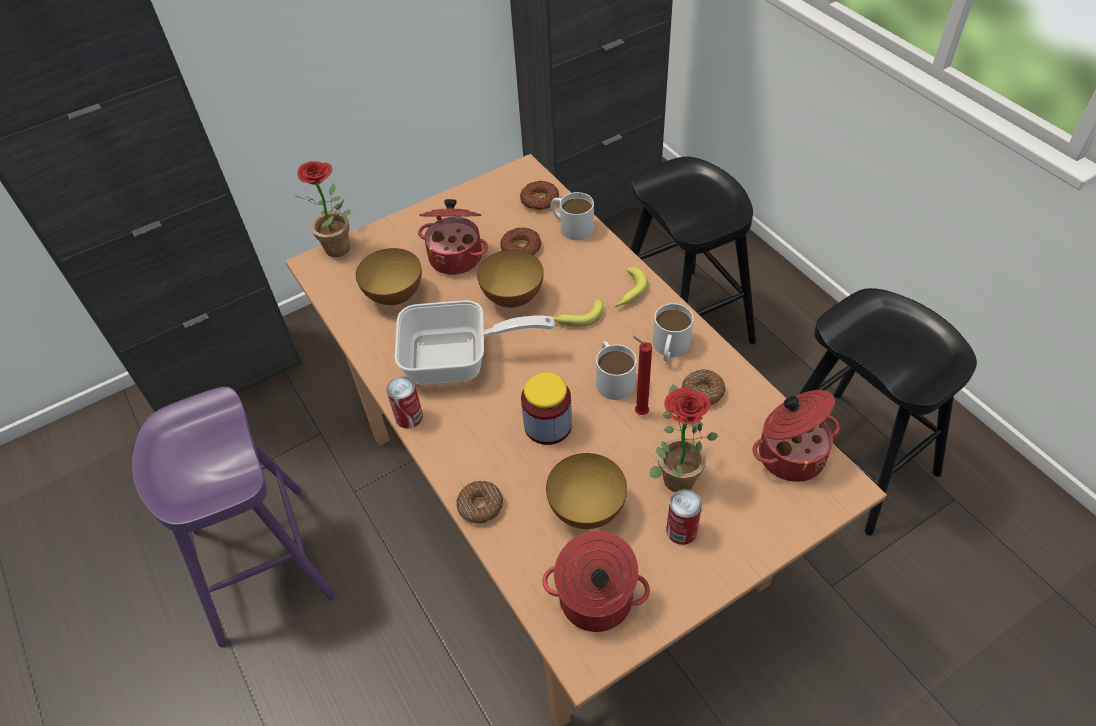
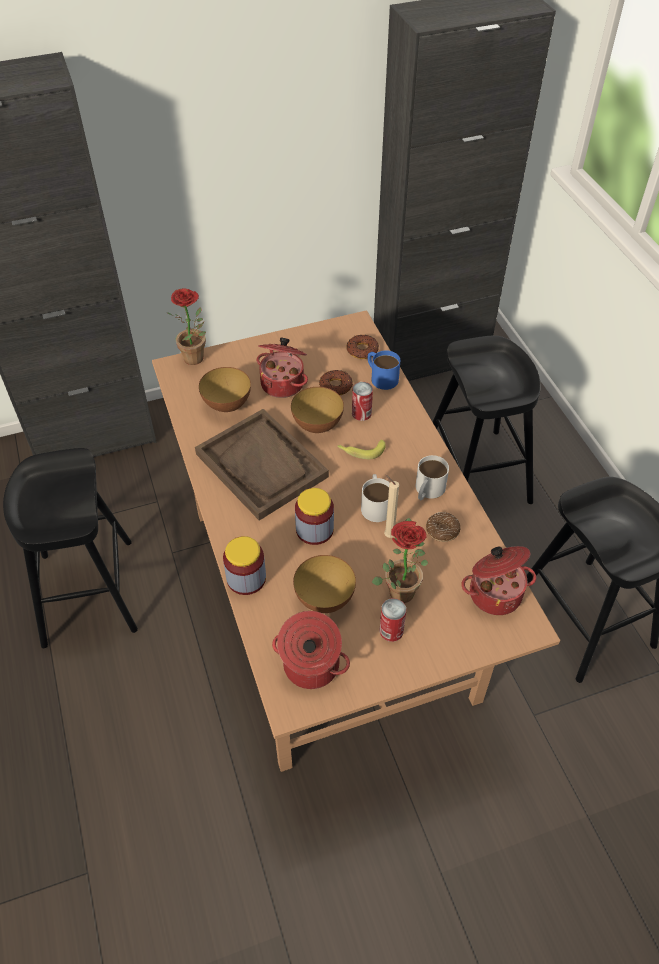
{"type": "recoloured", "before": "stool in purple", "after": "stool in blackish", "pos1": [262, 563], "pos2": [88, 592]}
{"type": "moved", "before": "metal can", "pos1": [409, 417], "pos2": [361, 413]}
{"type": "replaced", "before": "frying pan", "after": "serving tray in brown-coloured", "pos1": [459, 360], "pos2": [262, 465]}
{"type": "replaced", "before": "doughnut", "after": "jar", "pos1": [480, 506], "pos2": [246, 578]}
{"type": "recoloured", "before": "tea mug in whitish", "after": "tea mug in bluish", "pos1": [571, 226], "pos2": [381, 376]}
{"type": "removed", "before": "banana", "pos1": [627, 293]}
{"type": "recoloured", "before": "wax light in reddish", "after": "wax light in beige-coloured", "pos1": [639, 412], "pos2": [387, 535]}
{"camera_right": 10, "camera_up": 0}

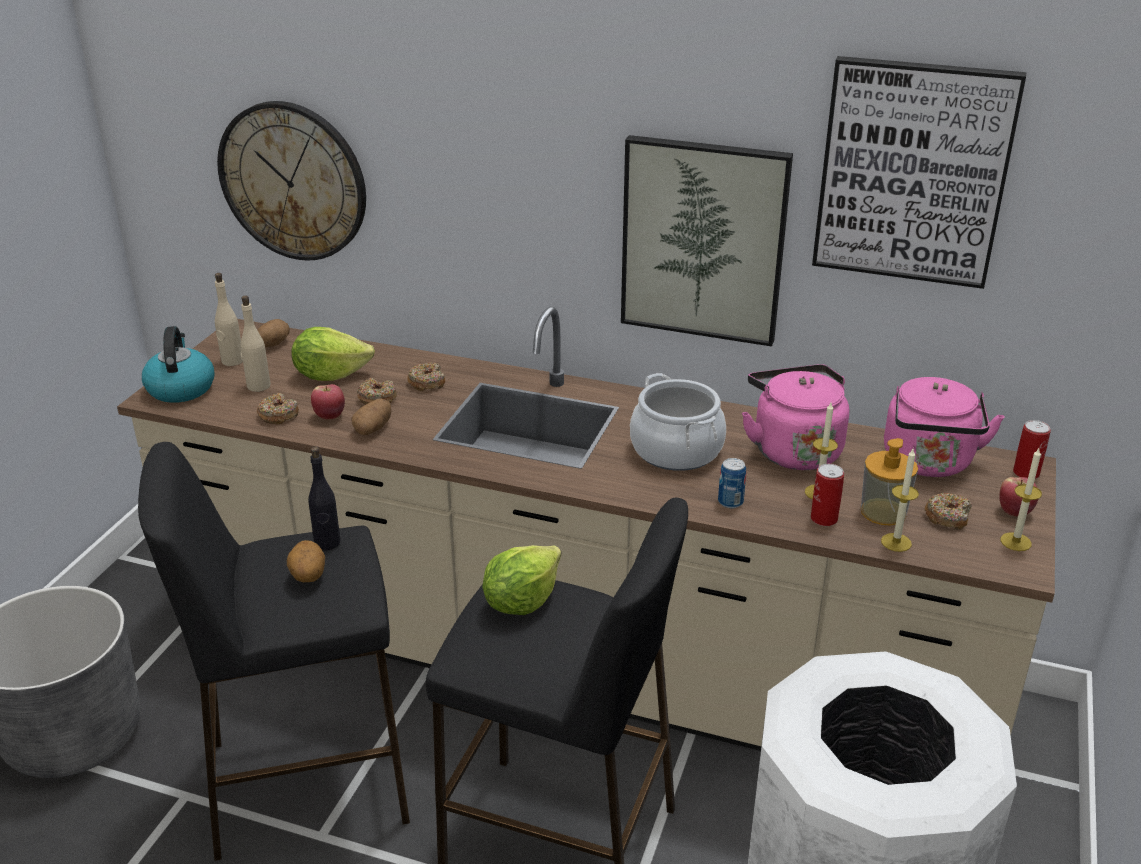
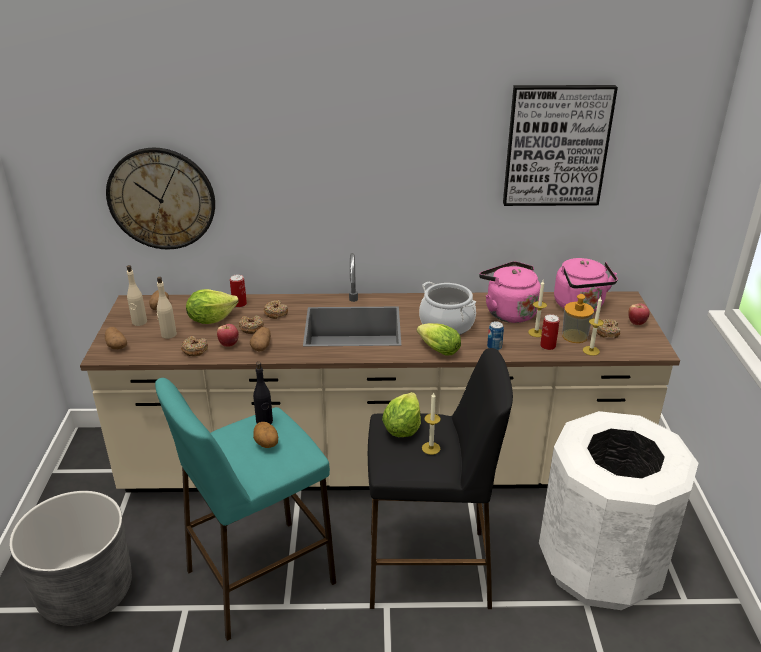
{"type": "recoloured", "before": "stool in blackish", "after": "stool in blue-green", "pos1": [306, 781], "pos2": [259, 577]}
{"type": "replaced", "before": "kettle", "after": "whole potato", "pos1": [180, 388], "pos2": [116, 345]}
{"type": "removed", "before": "picture", "pos1": [703, 240]}
{"type": "moved", "before": "wax light", "pos1": [1015, 542], "pos2": [431, 448]}
{"type": "moved", "before": "metal can", "pos1": [1026, 473], "pos2": [239, 304]}
{"type": "added", "after": "lettuce head", "pos2": [436, 349]}
{"camera_right": -20, "camera_up": 0}

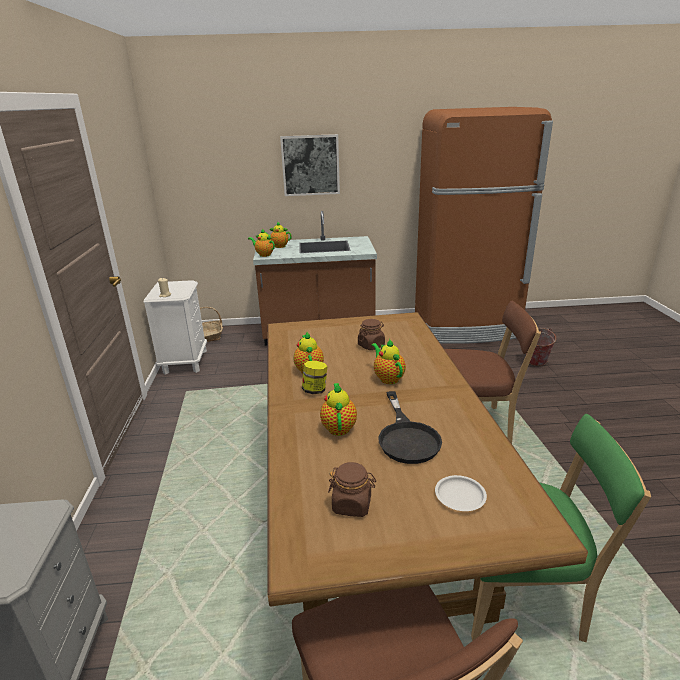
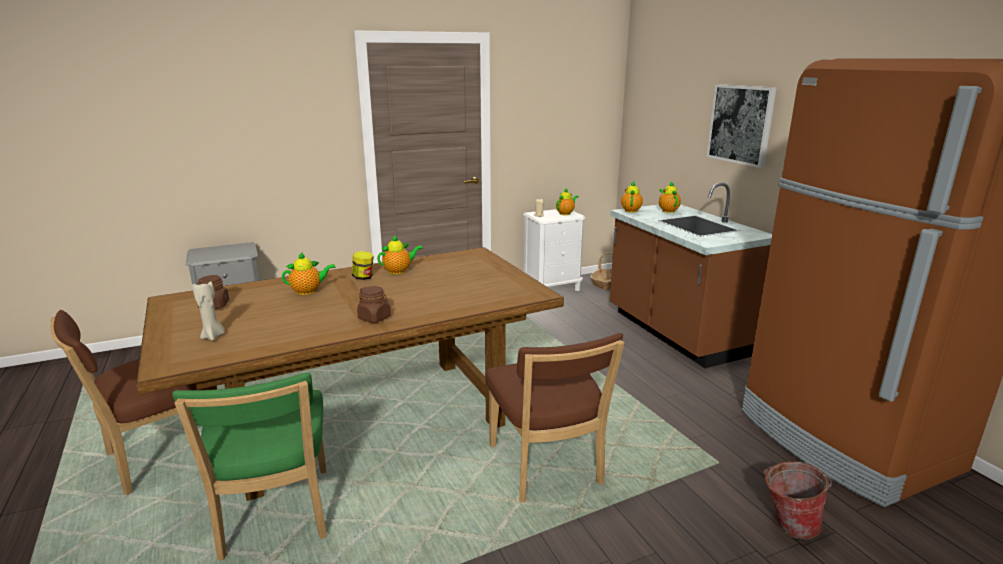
{"type": "moved", "before": "jar in brown-coloured", "pos1": [371, 345], "pos2": [374, 318]}
{"type": "moved", "before": "pot for tea", "pos1": [388, 378], "pos2": [566, 213]}
{"type": "removed", "before": "frying pan in blackish", "pos1": [406, 437]}
{"type": "replaced", "before": "dinner plate in whitish", "after": "wax light in beige-coloured", "pos1": [460, 496], "pos2": [213, 336]}
{"camera_right": 70, "camera_up": -5}

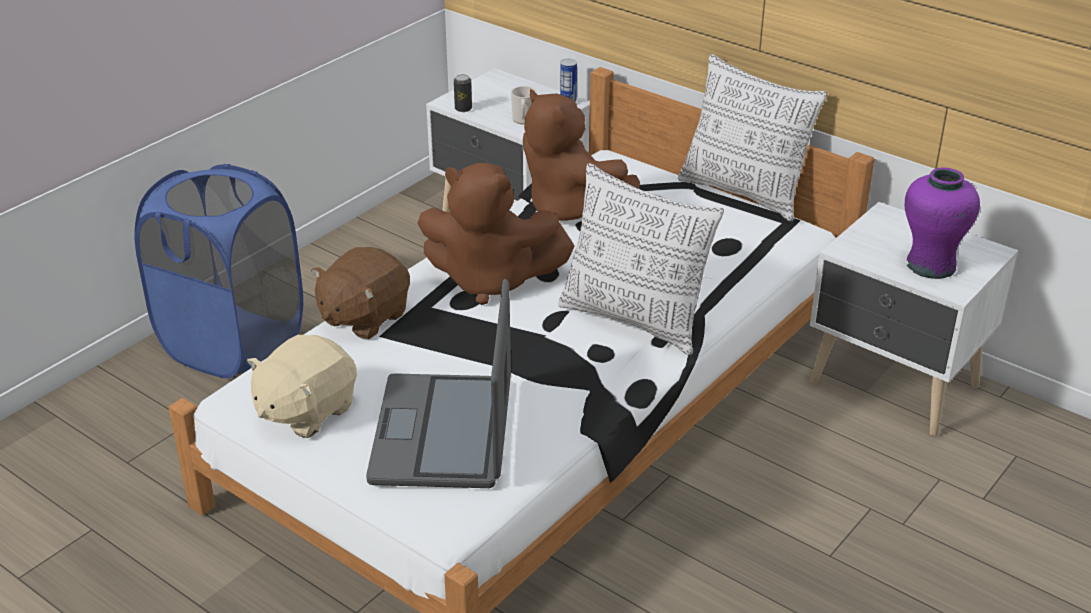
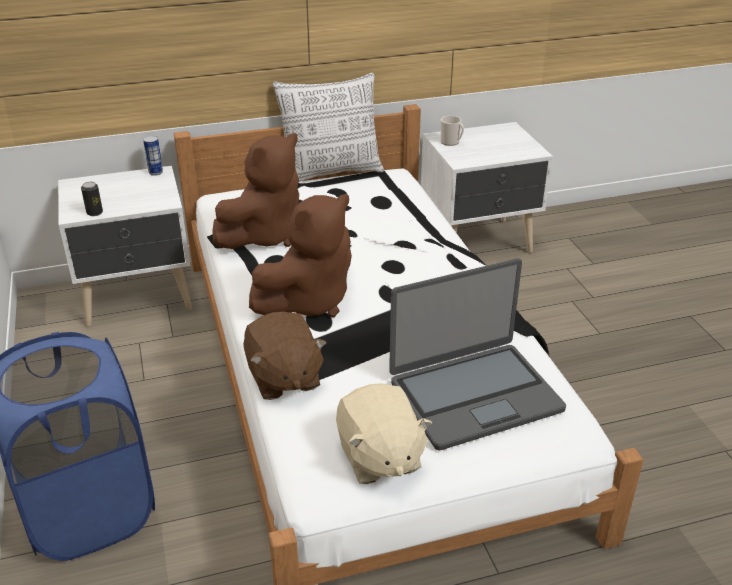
{"type": "turned", "before": "portable computer", "pos1": [444, 433], "pos2": [474, 395], "turn": -60}
{"type": "moved", "before": "tea mug", "pos1": [523, 120], "pos2": [451, 142]}
{"type": "turned", "before": "cuddly toy in brown-coloured", "pos1": [570, 210], "pos2": [264, 235], "turn": -45}
{"type": "removed", "before": "cushion", "pos1": [634, 320]}
{"type": "removed", "before": "decorative vase in purple", "pos1": [930, 266]}
{"camera_right": -55, "camera_up": 0}

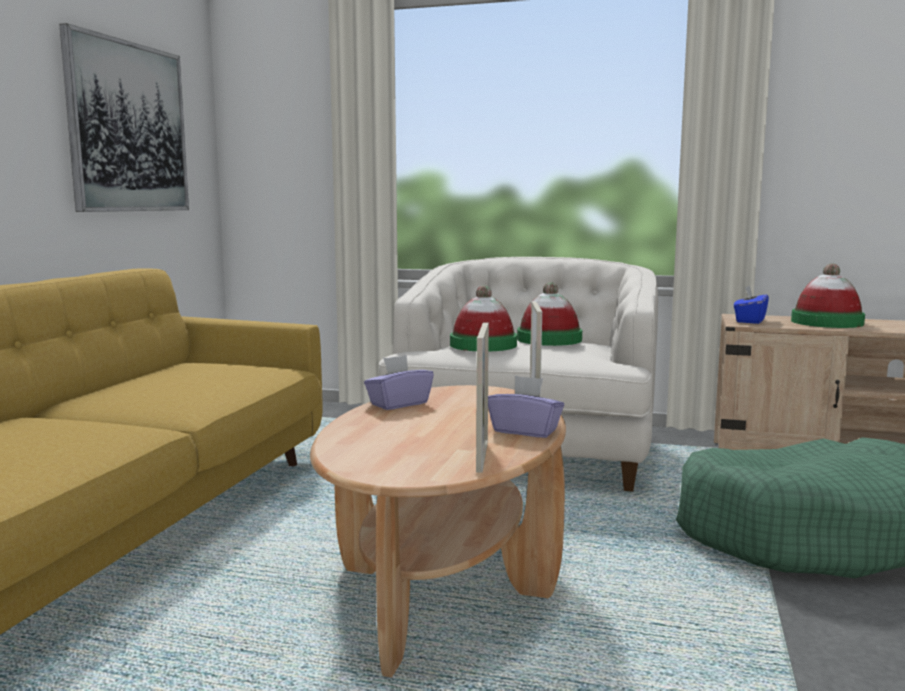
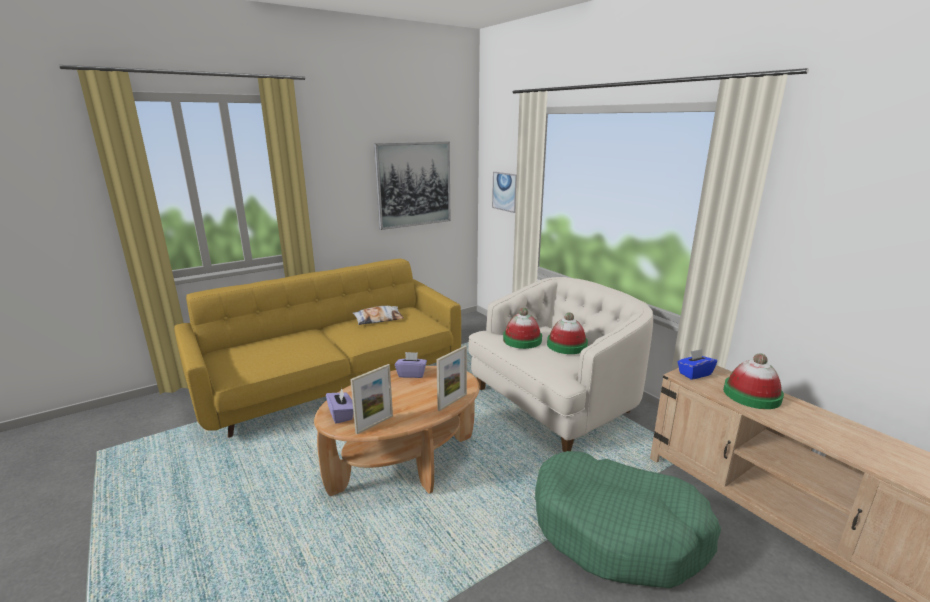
{"type": "moved", "before": "tissue box in purple", "pos1": [525, 431], "pos2": [341, 415]}
{"type": "added", "after": "cushion", "pos2": [378, 319]}
{"type": "added", "after": "picture", "pos2": [505, 191]}
{"camera_right": 40, "camera_up": 10}

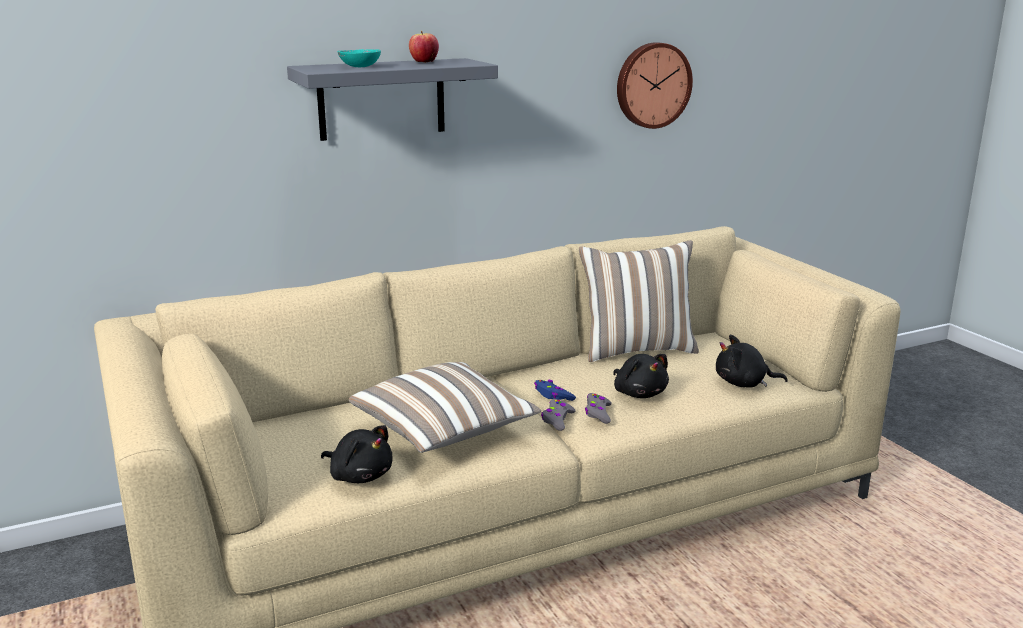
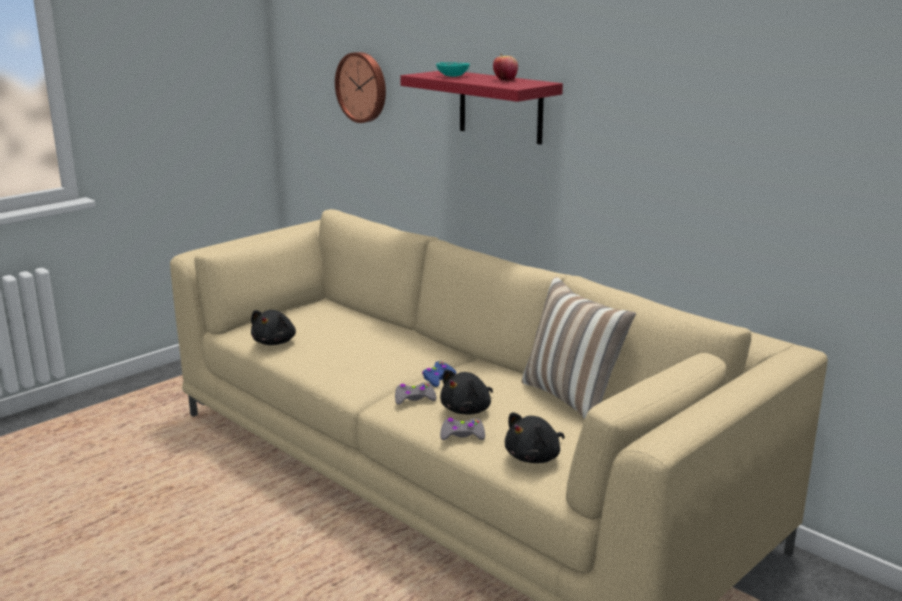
{"type": "recoloured", "before": "bracket shelf in grey", "after": "bracket shelf in reddish", "pos1": [382, 99], "pos2": [500, 106]}
{"type": "removed", "before": "cushion", "pos1": [445, 431]}
{"type": "moved", "before": "gamepad in grey", "pos1": [557, 420], "pos2": [462, 435]}
{"type": "moved", "before": "hanging clock", "pos1": [652, 85], "pos2": [363, 87]}
{"type": "turned", "before": "cuddly toy in blackish", "pos1": [744, 384], "pos2": [534, 457], "turn": -120}
{"camera_right": 70, "camera_up": 0}

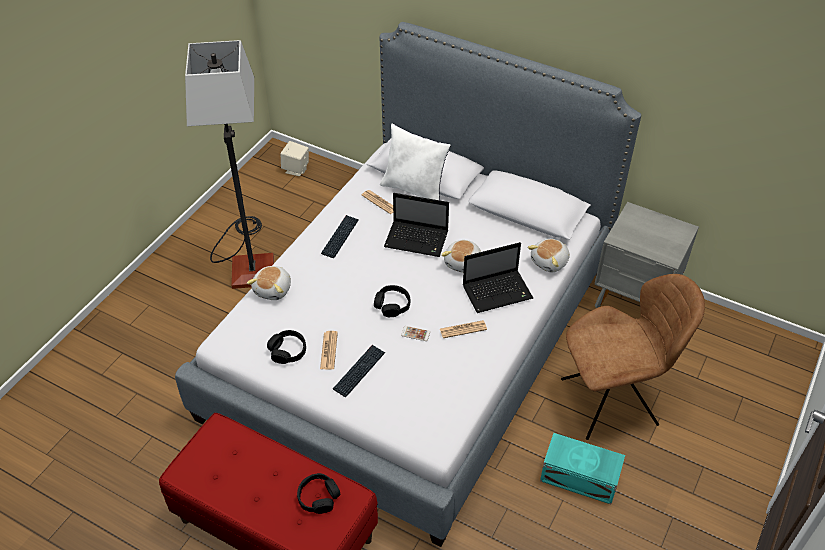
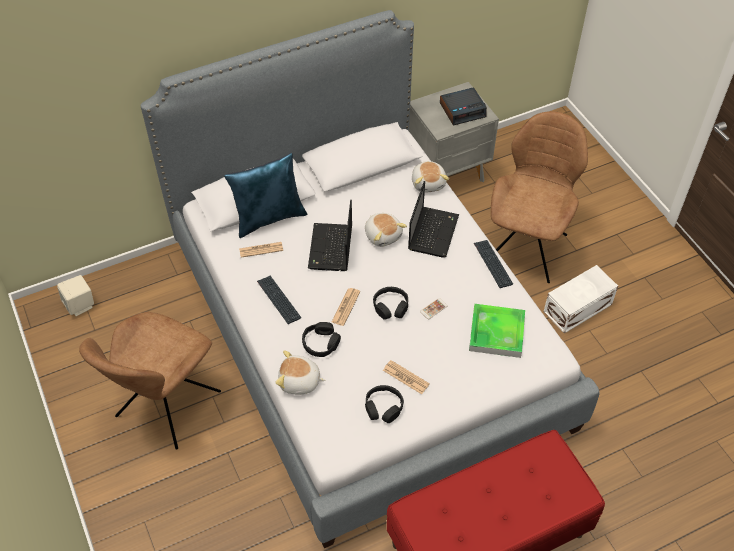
{"type": "replaced", "before": "standard lamp", "after": "plain chair in brown-coloured", "pos1": [248, 261], "pos2": [166, 407]}
{"type": "turned", "before": "cuddly toy", "pos1": [273, 289], "pos2": [299, 382], "turn": 135}
{"type": "moved", "before": "pair of headphones in blackish", "pos1": [318, 497], "pos2": [321, 343]}
{"type": "moved", "before": "computer keyboard", "pos1": [359, 371], "pos2": [492, 264]}
{"type": "recoloured", "before": "cushion in whitish", "after": "cushion in bluish", "pos1": [415, 190], "pos2": [269, 218]}
{"type": "turned", "before": "portable computer", "pos1": [418, 239], "pos2": [331, 249], "turn": 135}
{"type": "moved", "before": "daily paper", "pos1": [463, 329], "pos2": [346, 307]}
{"type": "recoloured", "before": "storage box in blue-green", "after": "storage box in whitish", "pos1": [580, 479], "pos2": [579, 308]}
{"type": "added", "after": "alarm clock", "pos2": [463, 110]}
{"type": "added", "after": "serving tray", "pos2": [496, 333]}
{"camera_right": -55, "camera_up": 5}

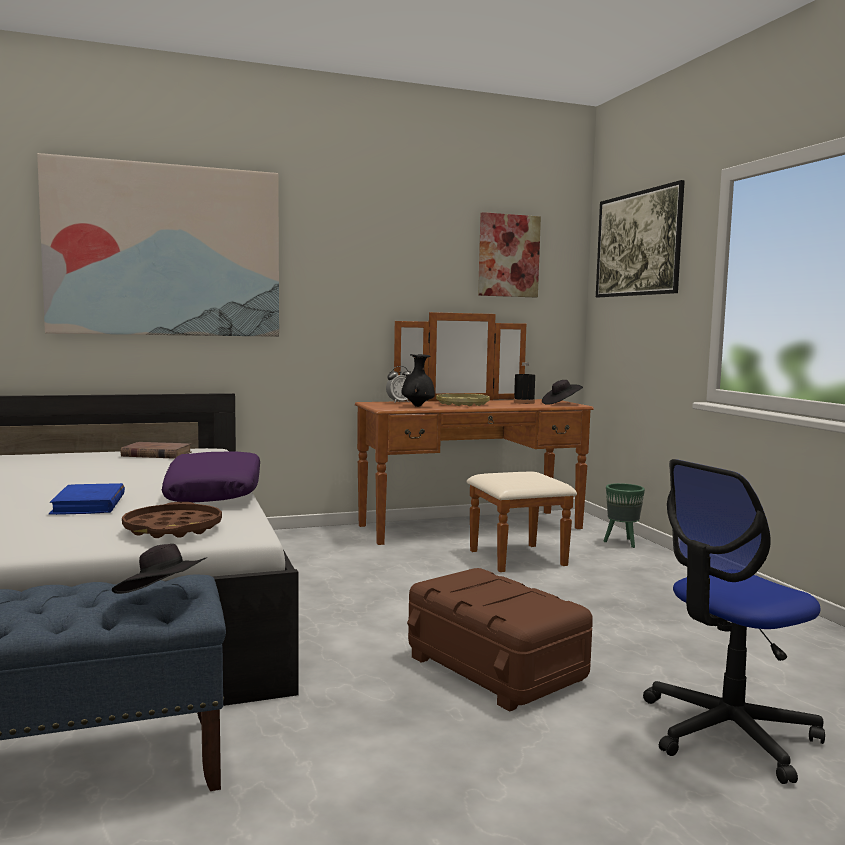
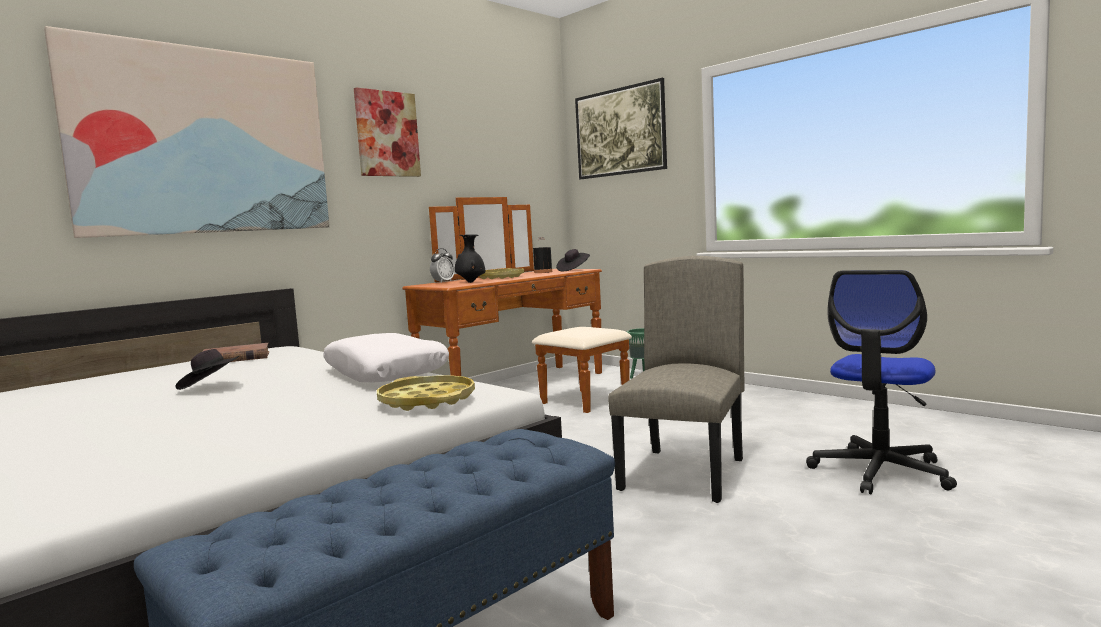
{"type": "removed", "before": "volume in bluish", "pos1": [89, 504]}
{"type": "moved", "before": "wearable hat in blackish", "pos1": [163, 598], "pos2": [211, 387]}
{"type": "recoloured", "before": "serving tray in brown-coloured", "after": "serving tray in yellowish", "pos1": [173, 528], "pos2": [427, 400]}
{"type": "recoloured", "before": "cushion in purple", "after": "cushion in whitish", "pos1": [216, 493], "pos2": [386, 373]}
{"type": "replaced", "before": "storage box in brown-coloured", "after": "plain chair in beige-coloured", "pos1": [496, 668], "pos2": [684, 474]}
{"type": "moved", "before": "picture", "pos1": [508, 256], "pos2": [387, 134]}
{"camera_right": -25, "camera_up": 0}

